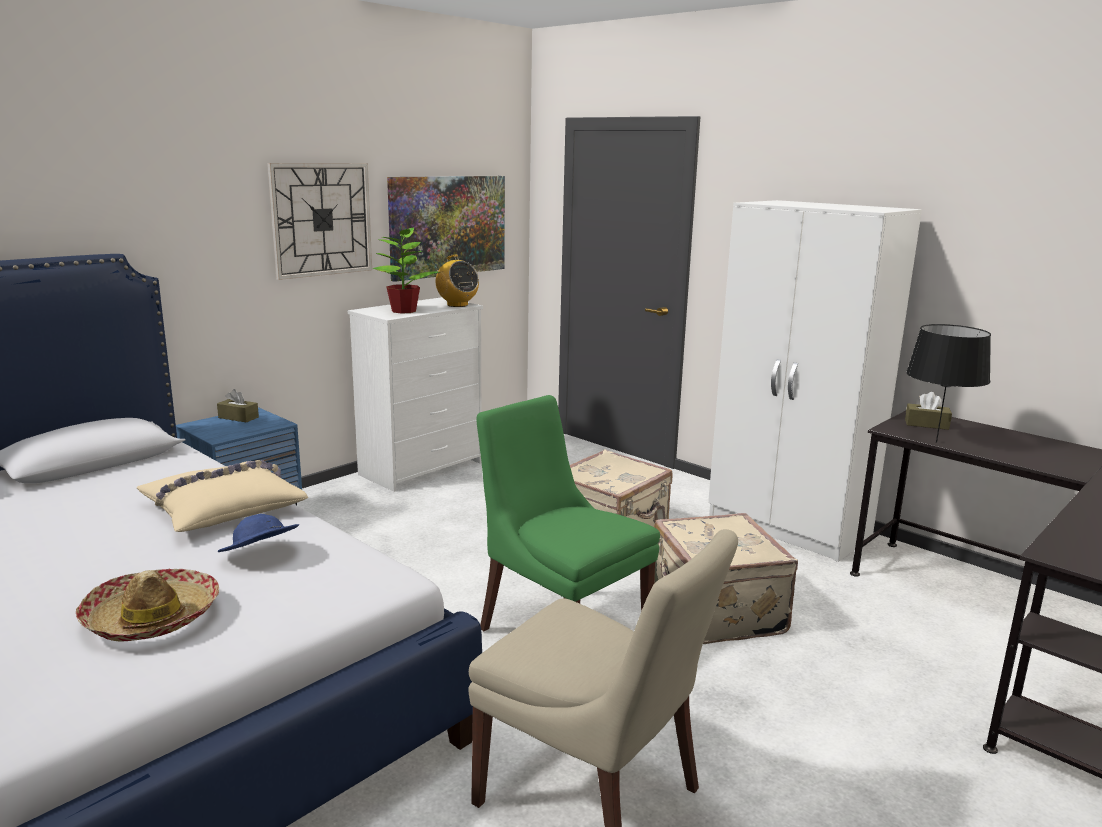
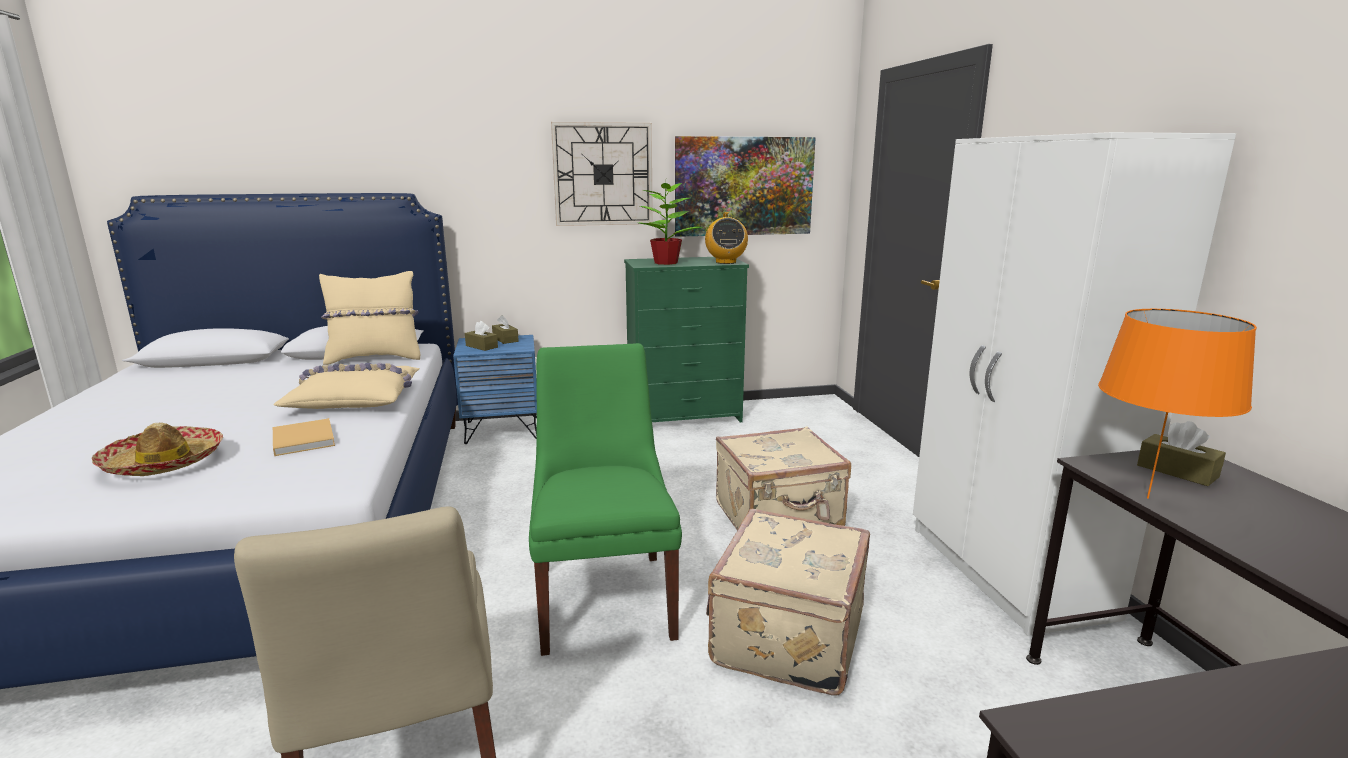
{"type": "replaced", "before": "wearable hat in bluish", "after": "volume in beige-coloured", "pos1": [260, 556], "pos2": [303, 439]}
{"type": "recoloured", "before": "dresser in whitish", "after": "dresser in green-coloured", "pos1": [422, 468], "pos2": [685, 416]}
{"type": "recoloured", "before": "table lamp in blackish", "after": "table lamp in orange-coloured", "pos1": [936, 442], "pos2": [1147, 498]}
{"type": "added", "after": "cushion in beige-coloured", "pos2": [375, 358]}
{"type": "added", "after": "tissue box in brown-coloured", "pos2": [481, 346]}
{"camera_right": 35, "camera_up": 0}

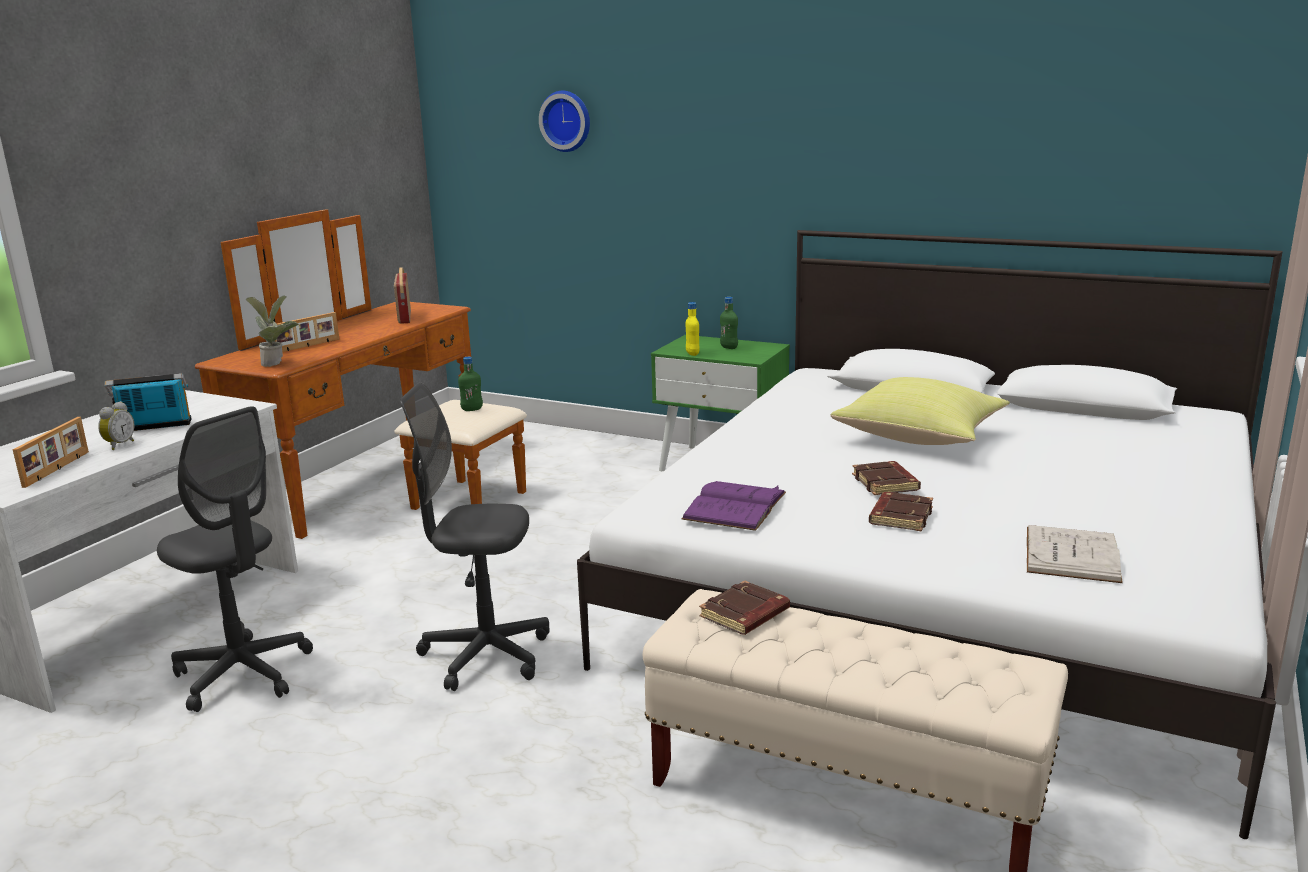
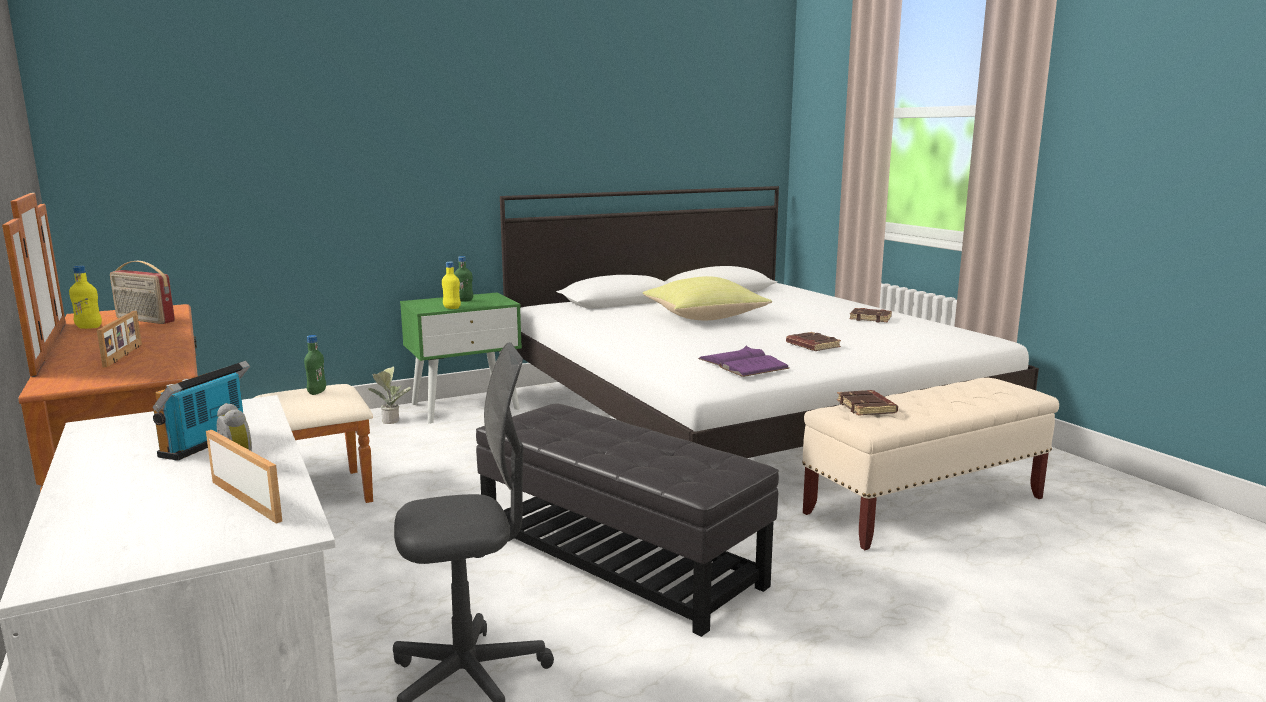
{"type": "moved", "before": "houseplant", "pos1": [278, 363], "pos2": [391, 420]}
{"type": "replaced", "before": "desk chair in grey", "after": "footrest in blackish", "pos1": [485, 655], "pos2": [617, 558]}
{"type": "removed", "before": "hanging clock", "pos1": [567, 121]}
{"type": "moved", "before": "volume in brown-coloured", "pos1": [886, 483], "pos2": [871, 318]}
{"type": "removed", "before": "volume in whitish", "pos1": [1071, 554]}
{"type": "added", "after": "drink bottle in yellowish", "pos2": [89, 327]}
{"camera_right": -55, "camera_up": -5}

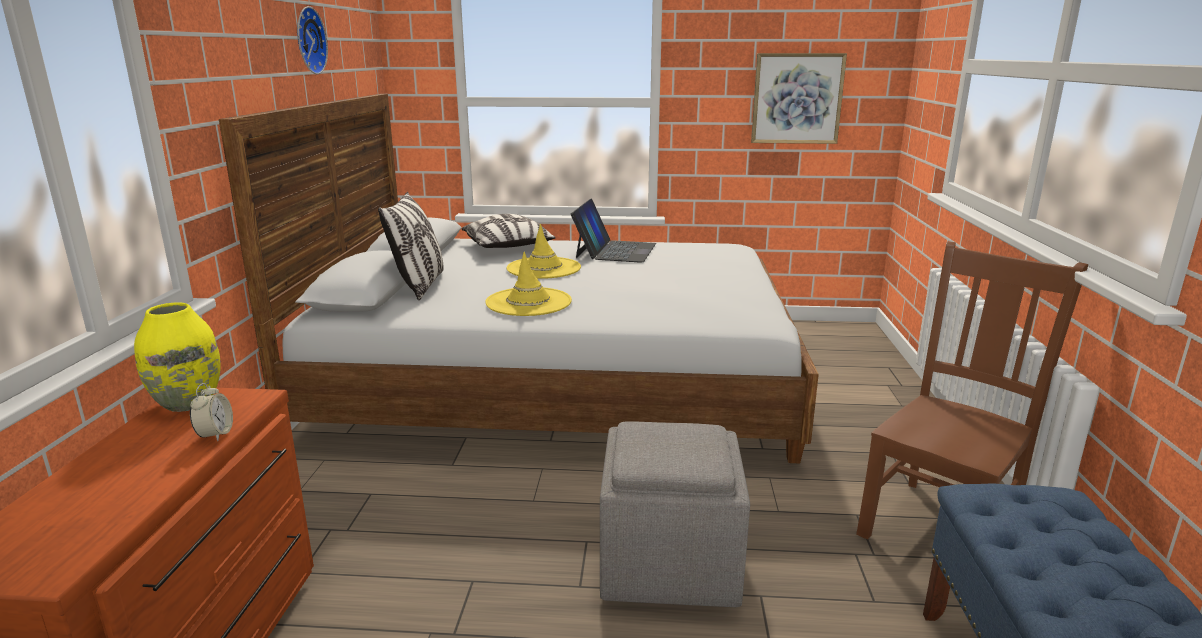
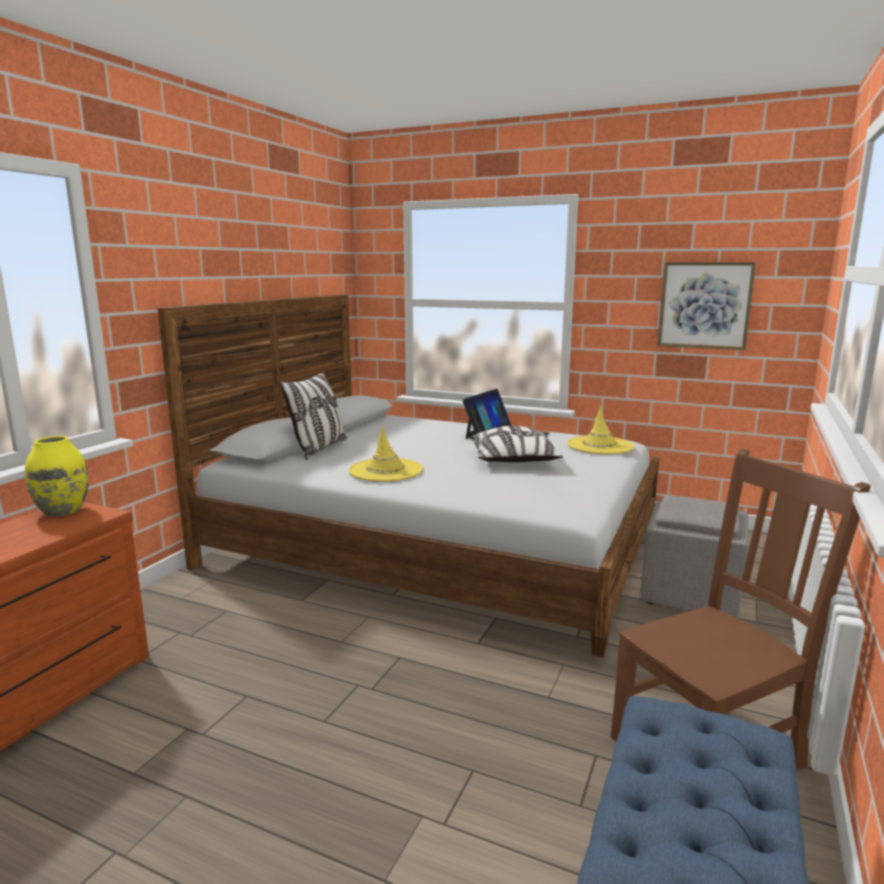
{"type": "removed", "before": "alarm clock", "pos1": [215, 434]}
{"type": "removed", "before": "hanging clock", "pos1": [307, 40]}
{"type": "moved", "before": "cushion", "pos1": [508, 247], "pos2": [514, 461]}
{"type": "moved", "before": "wearable hat in yellowish", "pos1": [543, 268], "pos2": [600, 446]}
{"type": "moved", "before": "footrest in grey", "pos1": [667, 562], "pos2": [689, 593]}
{"camera_right": 20, "camera_up": -5}

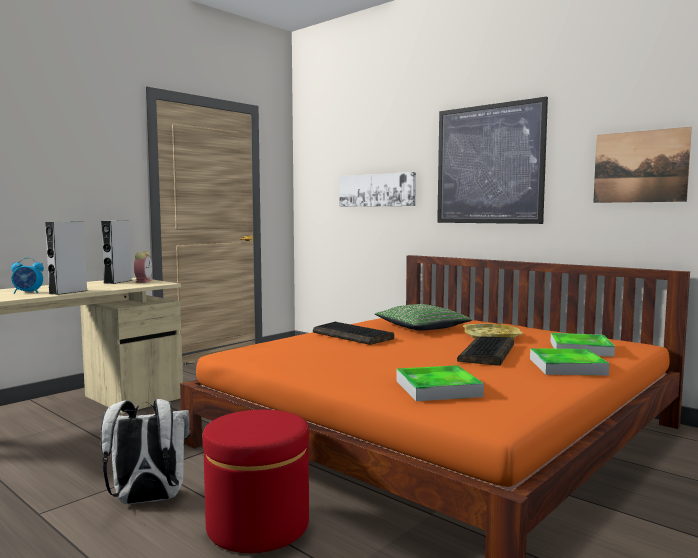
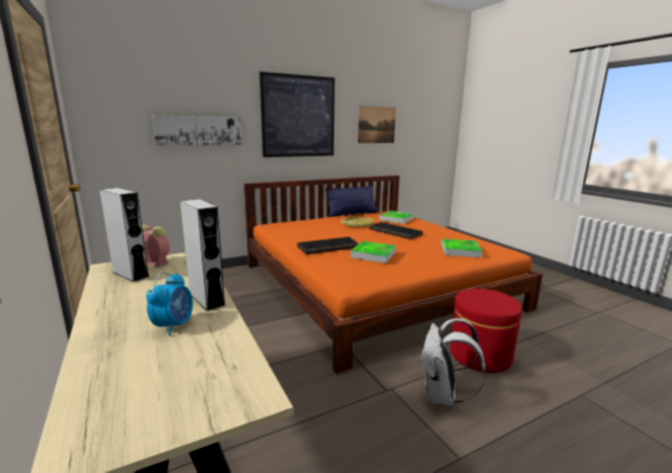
{"type": "removed", "before": "cushion in green-coloured", "pos1": [422, 327]}
{"type": "moved", "before": "serving tray", "pos1": [567, 366], "pos2": [373, 254]}
{"type": "added", "after": "cushion in bluish", "pos2": [352, 214]}
{"camera_right": -70, "camera_up": 10}

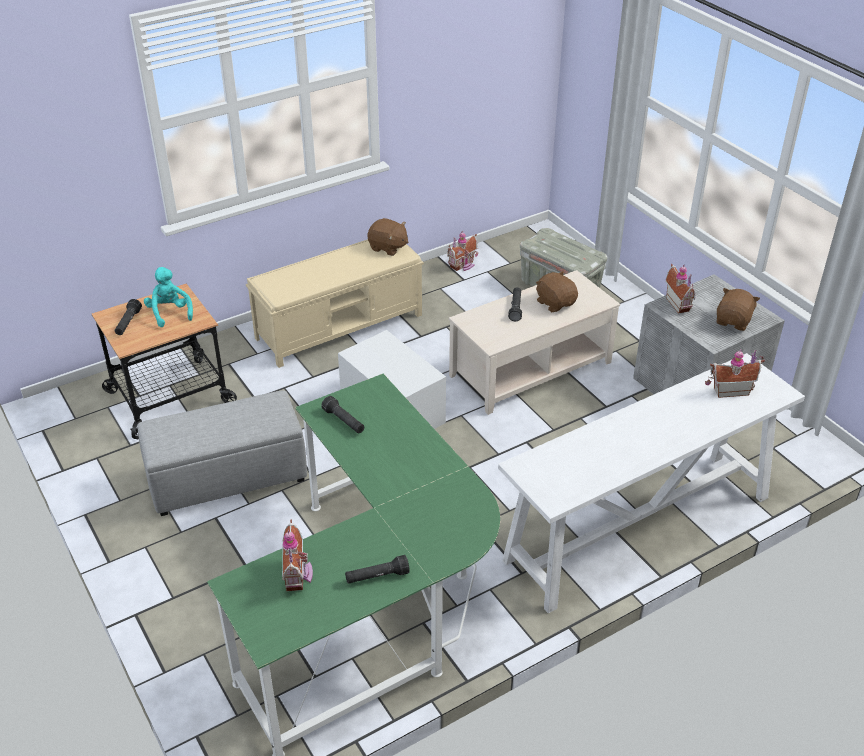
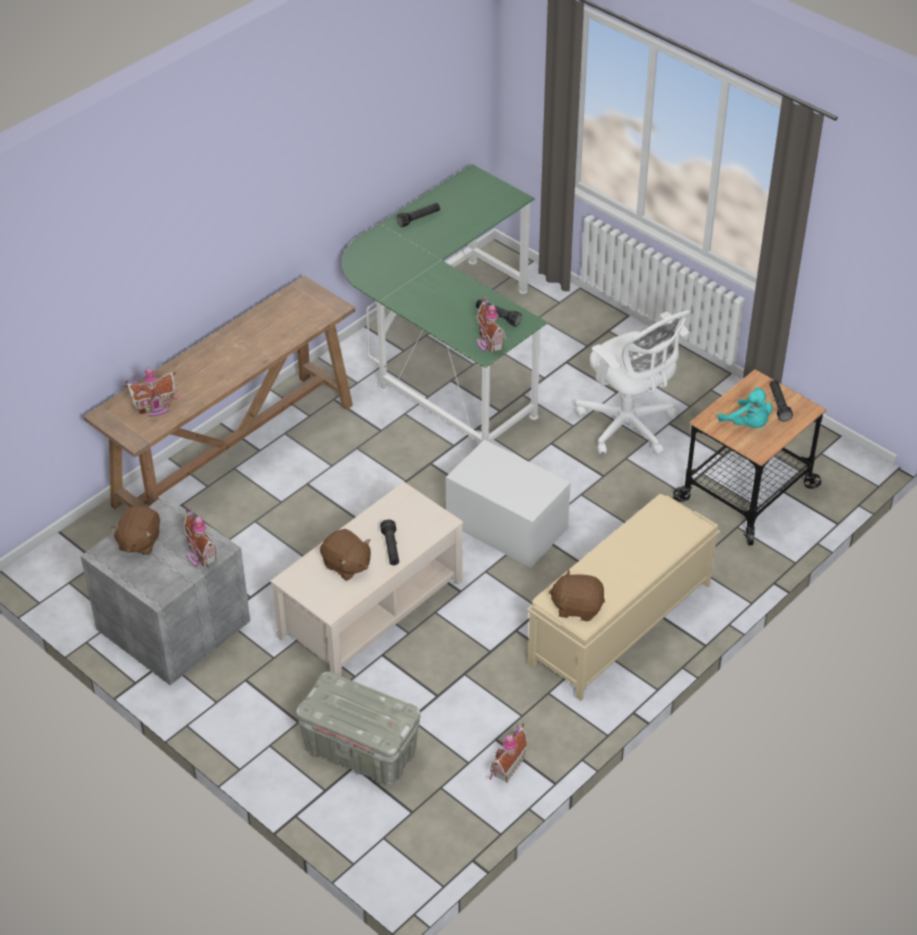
{"type": "replaced", "before": "footrest in grey", "after": "desk chair in whitish", "pos1": [229, 477], "pos2": [629, 427]}
{"type": "moved", "before": "model house", "pos1": [298, 575], "pos2": [488, 343]}
{"type": "recoloured", "before": "narrow table in whitish", "after": "narrow table in brown-coloured", "pos1": [637, 529], "pos2": [236, 453]}
{"camera_right": 165, "camera_up": 5}

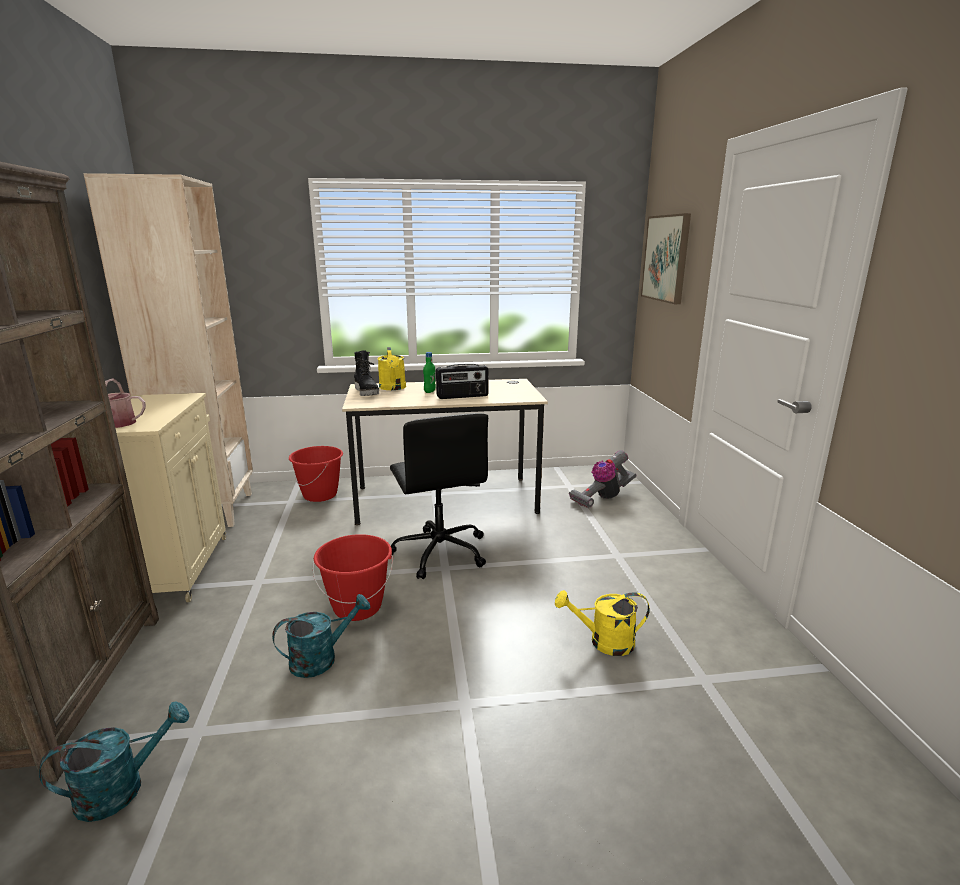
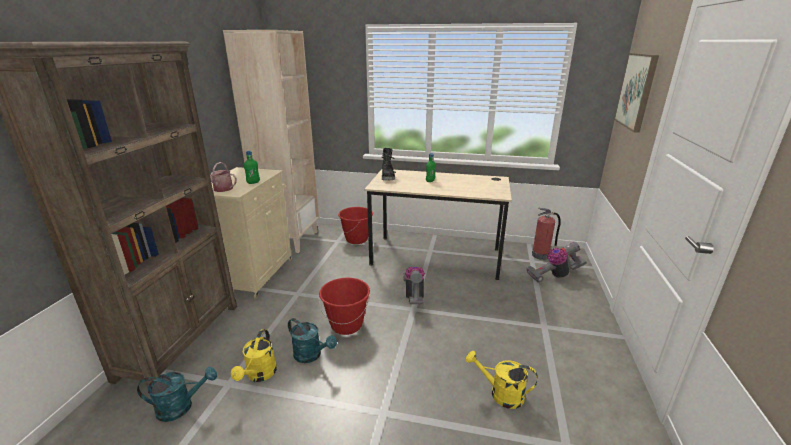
{"type": "turned", "before": "watering pot in blue-green", "pos1": [321, 658], "pos2": [311, 355], "turn": 45}
{"type": "moved", "before": "watering pot in yellowish", "pos1": [393, 388], "pos2": [259, 375]}
{"type": "replaced", "before": "desk chair in blackish", "after": "vacuum", "pos1": [439, 552], "pos2": [414, 296]}
{"type": "removed", "before": "radio", "pos1": [462, 396]}
{"type": "added", "after": "drink bottle in green-coloured", "pos2": [253, 182]}
{"type": "added", "after": "fire extinguisher", "pos2": [541, 255]}
{"camera_right": 20, "camera_up": 5}

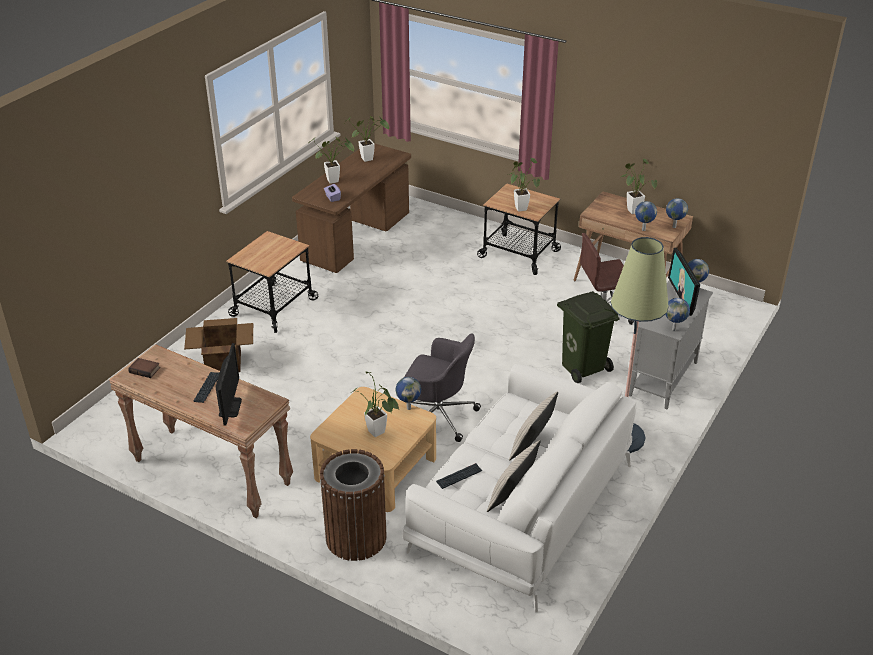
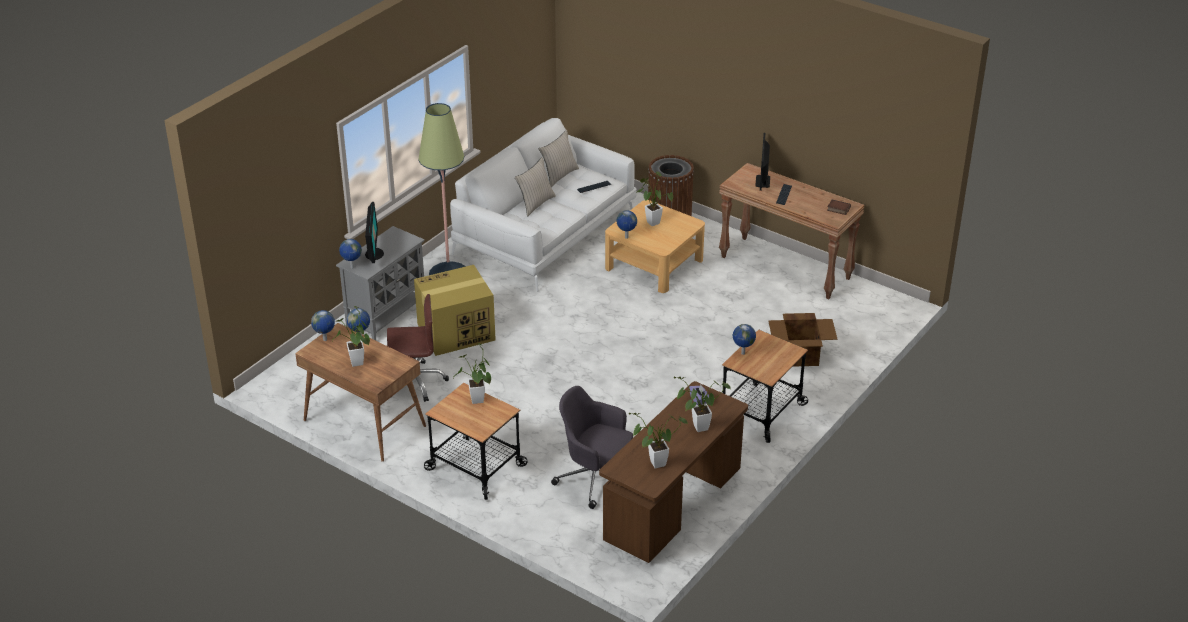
{"type": "moved", "before": "desk chair in grey", "pos1": [437, 415], "pos2": [595, 479]}
{"type": "replaced", "before": "waste bin in green-coloured", "after": "packing box", "pos1": [583, 367], "pos2": [455, 332]}
{"type": "moved", "before": "globe", "pos1": [674, 329], "pos2": [742, 353]}
{"camera_right": -175, "camera_up": 0}

